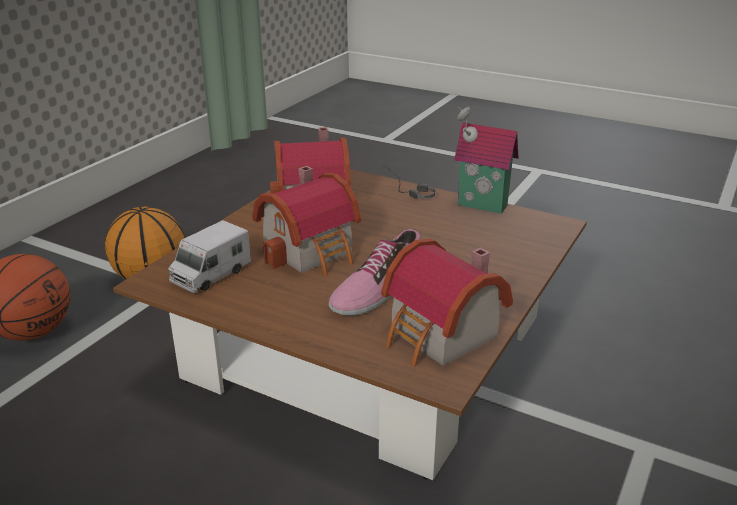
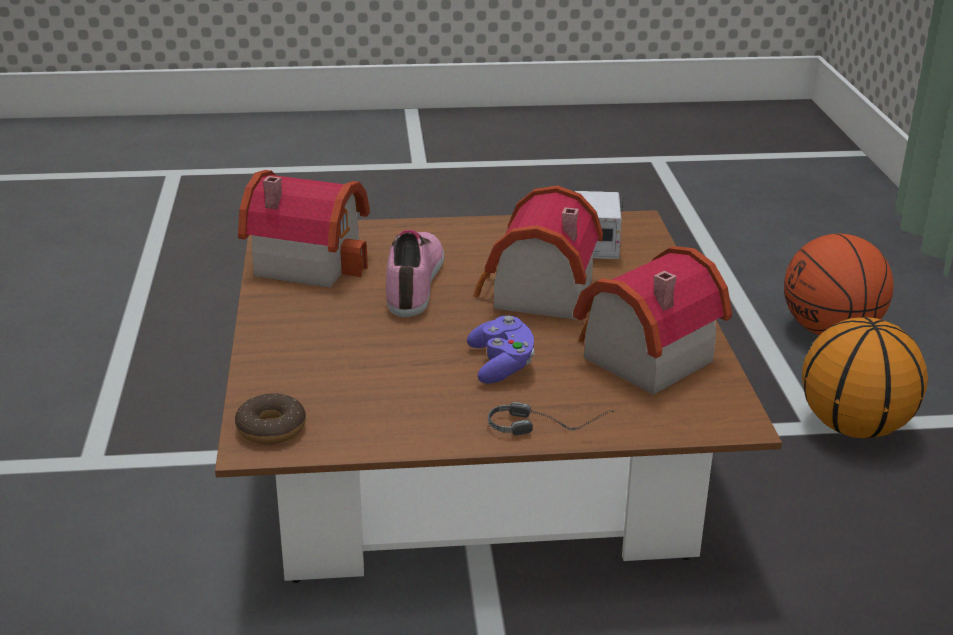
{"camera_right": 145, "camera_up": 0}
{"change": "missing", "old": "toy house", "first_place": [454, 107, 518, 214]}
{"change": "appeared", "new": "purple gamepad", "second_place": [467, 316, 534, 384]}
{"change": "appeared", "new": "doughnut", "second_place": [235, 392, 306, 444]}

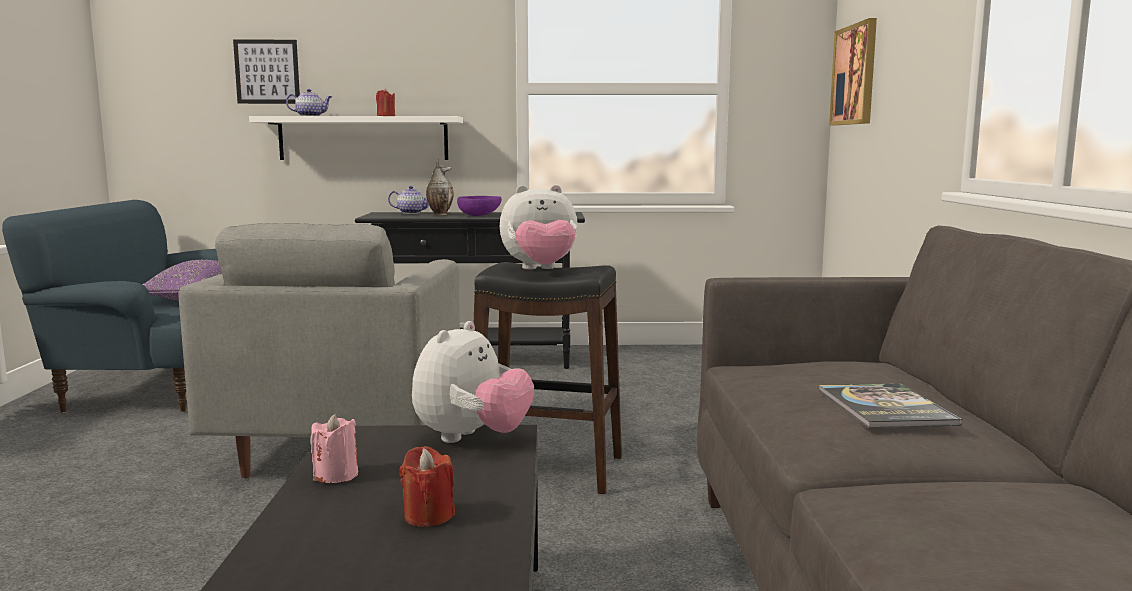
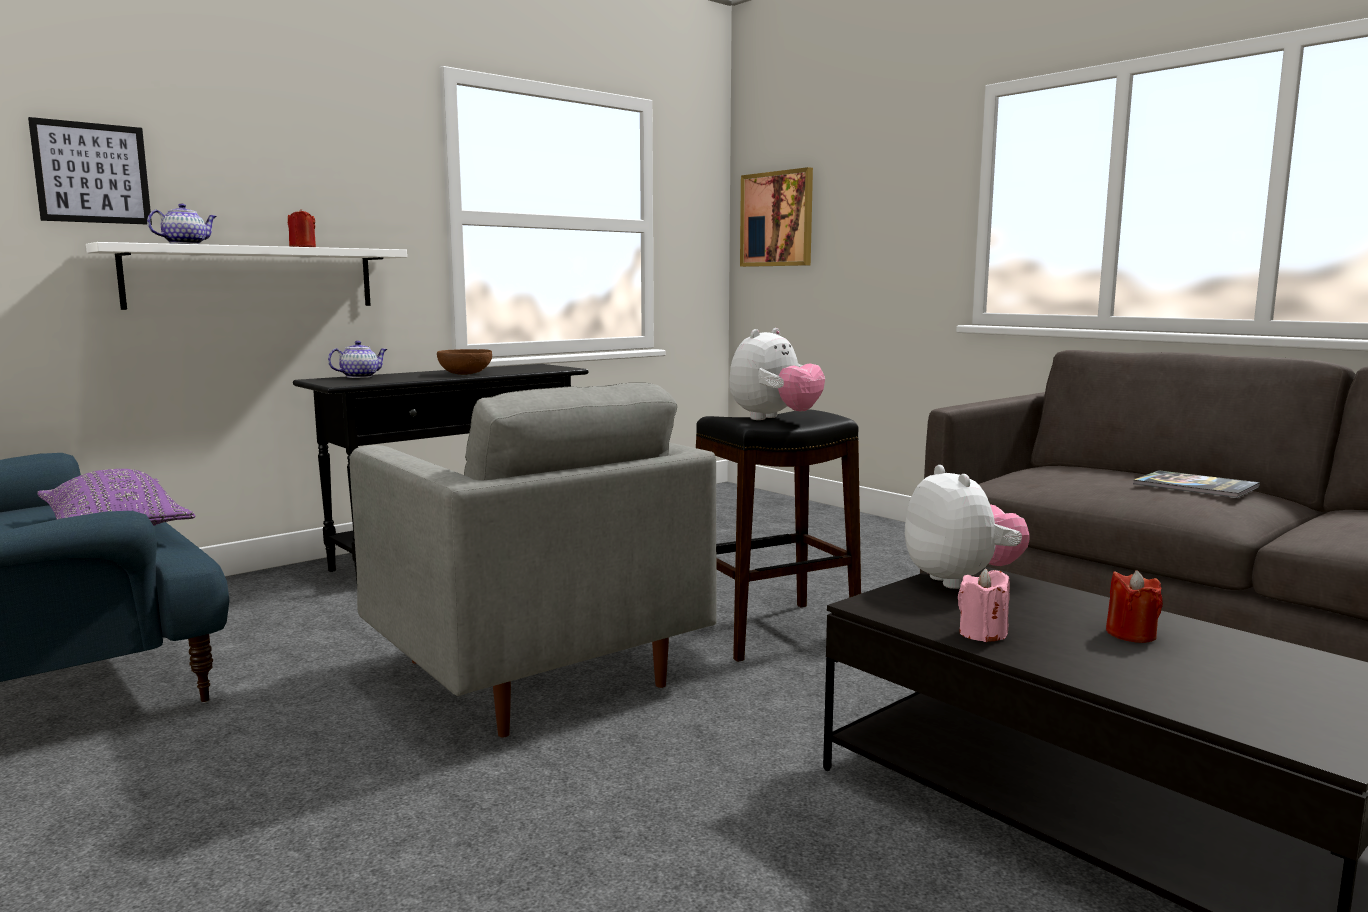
{"camera_right": -40, "camera_up": 0}
{"change": "missing", "old": "flower vase", "first_place": [426, 159, 454, 215]}
{"change": "colour", "old": "purple deep dish", "new": "brownish deep dish", "first_place": [457, 196, 502, 216], "second_place": [437, 349, 492, 375]}

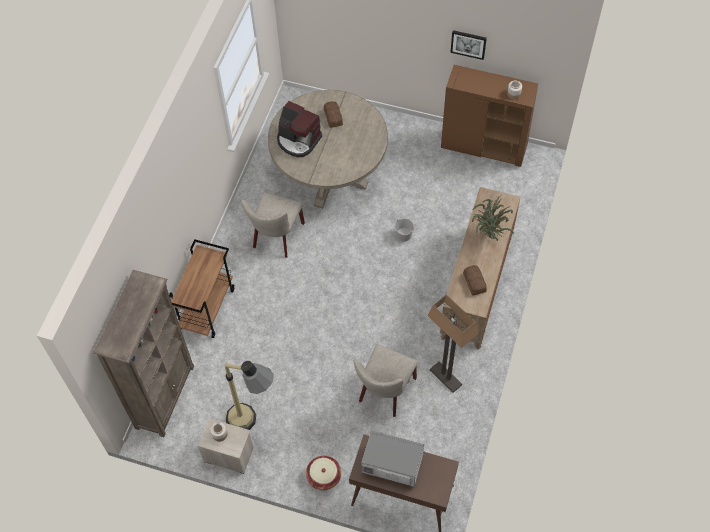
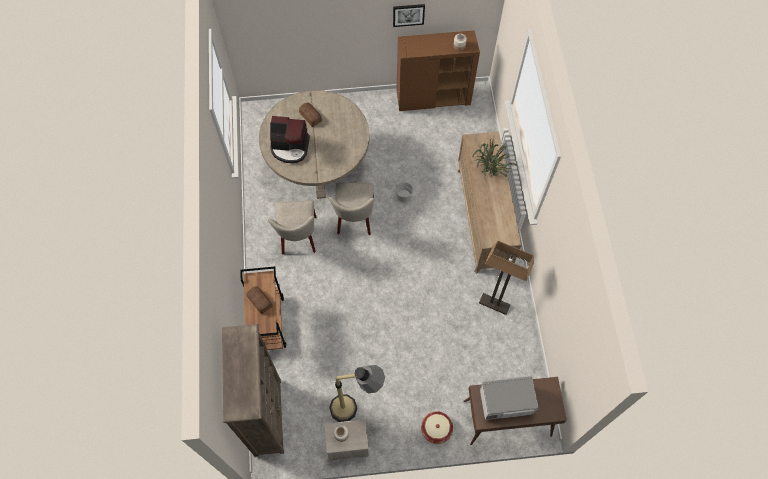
{"camera_right": -25, "camera_up": 5}
{"change": "relocated", "old": "baked bread", "first_place": [463, 265, 487, 296], "second_place": [246, 286, 273, 314]}
{"change": "relocated", "old": "beige-coloured plain chair", "first_place": [354, 344, 418, 417], "second_place": [329, 183, 374, 235]}

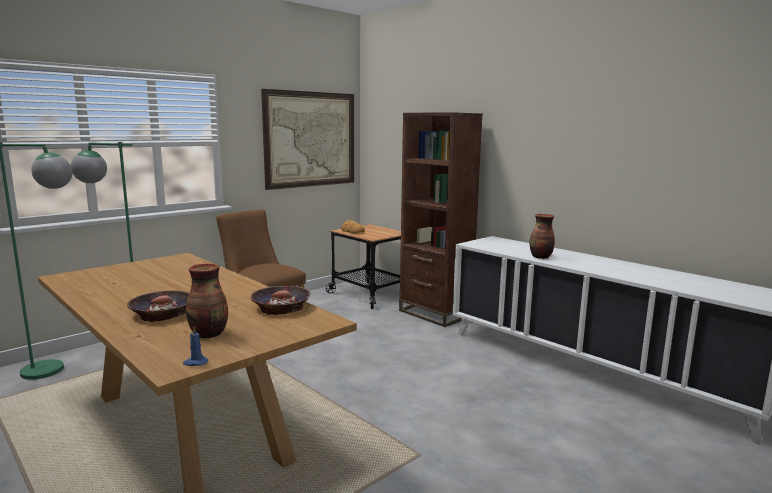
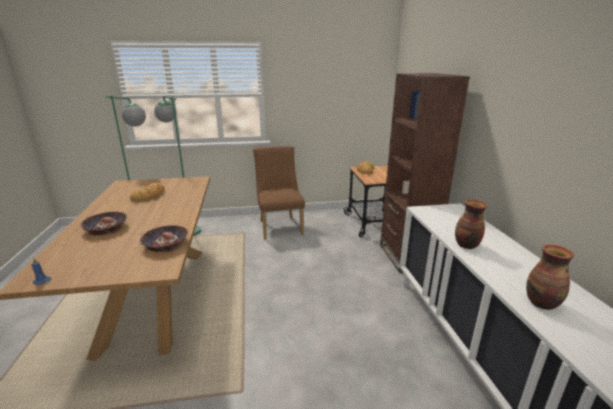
{"camera_right": 35, "camera_up": 10}
{"change": "missing", "old": "wall picture", "first_place": [261, 89, 354, 190]}
{"change": "relocated", "old": "flower vase", "first_place": [186, 263, 228, 338], "second_place": [526, 244, 574, 310]}
{"change": "appeared", "new": "baked bread", "second_place": [130, 183, 165, 201]}

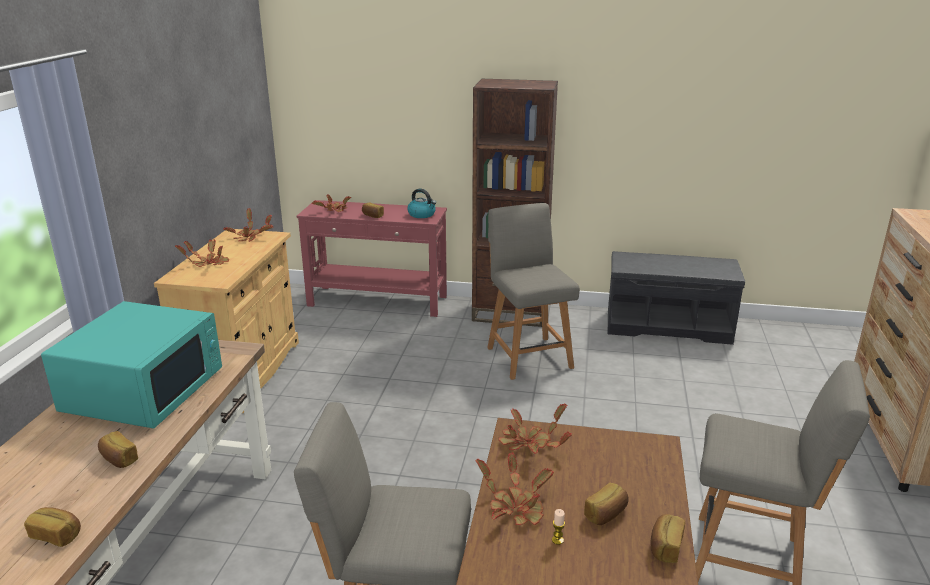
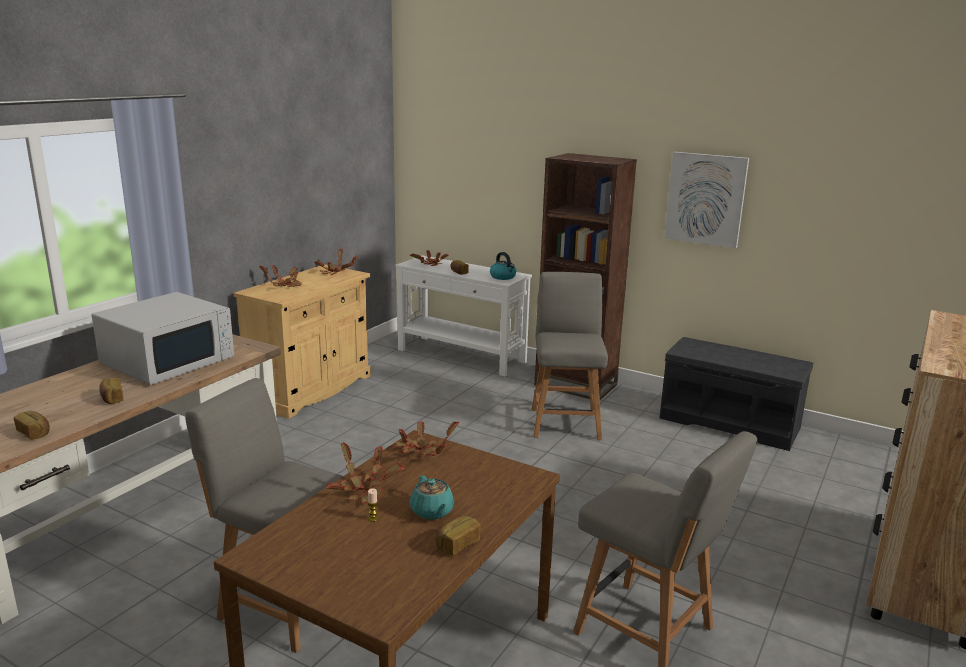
{"camera_right": 20, "camera_up": -5}
{"change": "colour", "old": "reddish narrow table", "new": "whitish narrow table", "first_place": [297, 200, 447, 317], "second_place": [395, 255, 532, 376]}
{"change": "colour", "old": "blue-green kitchen microwave", "new": "whitish kitchen microwave", "first_place": [41, 301, 222, 429], "second_place": [92, 292, 234, 385]}
{"change": "exchanged", "old": "baked bread", "new": "blue-green tea pot", "first_place": [584, 483, 628, 525], "second_place": [410, 476, 454, 520]}
{"change": "appeared", "new": "wall picture", "second_place": [664, 152, 749, 248]}

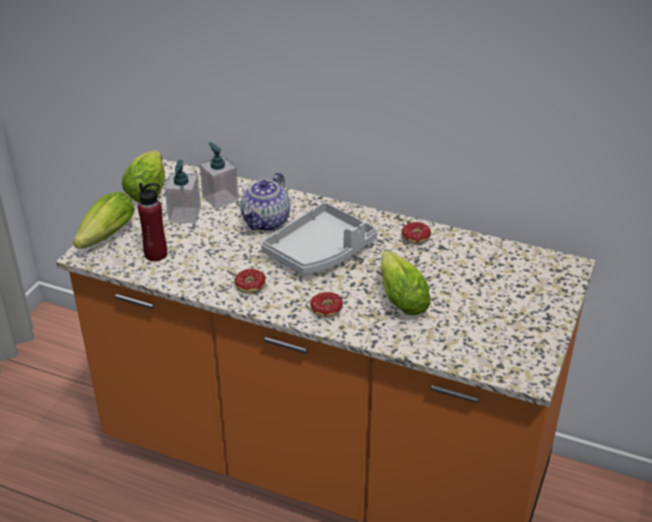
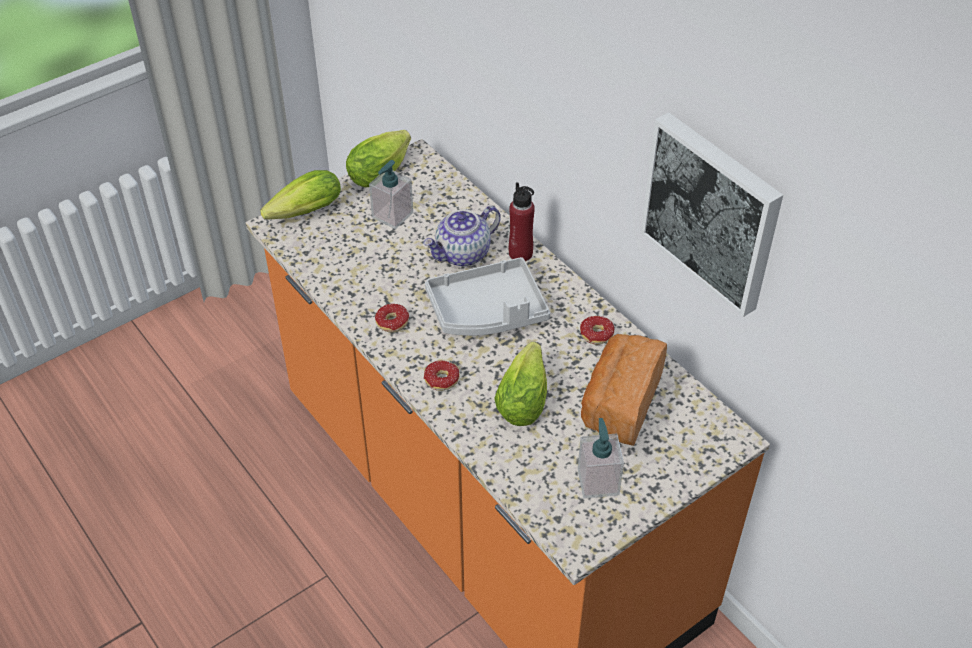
{"camera_right": 30, "camera_up": 10}
{"change": "relocated", "old": "soap dispenser", "first_place": [199, 142, 239, 209], "second_place": [578, 418, 624, 499]}
{"change": "relocated", "old": "reddish beverage bottle", "first_place": [138, 183, 167, 261], "second_place": [509, 182, 535, 261]}
{"change": "appeared", "new": "wall picture", "second_place": [641, 112, 783, 317]}
{"change": "appeared", "new": "baked bread", "second_place": [581, 334, 667, 446]}

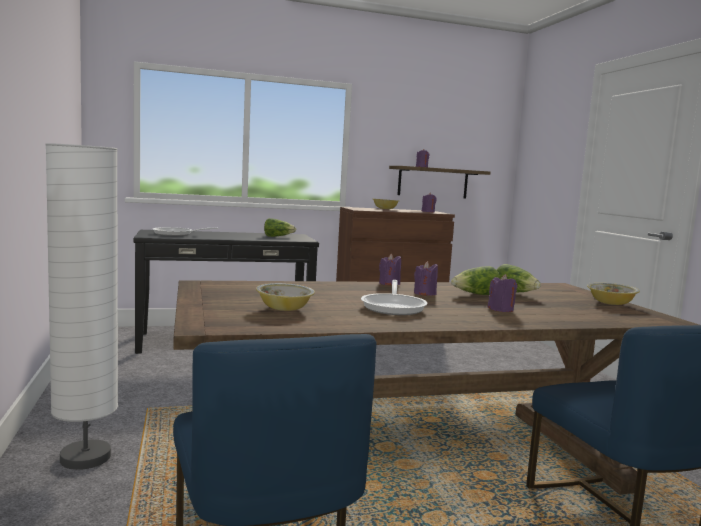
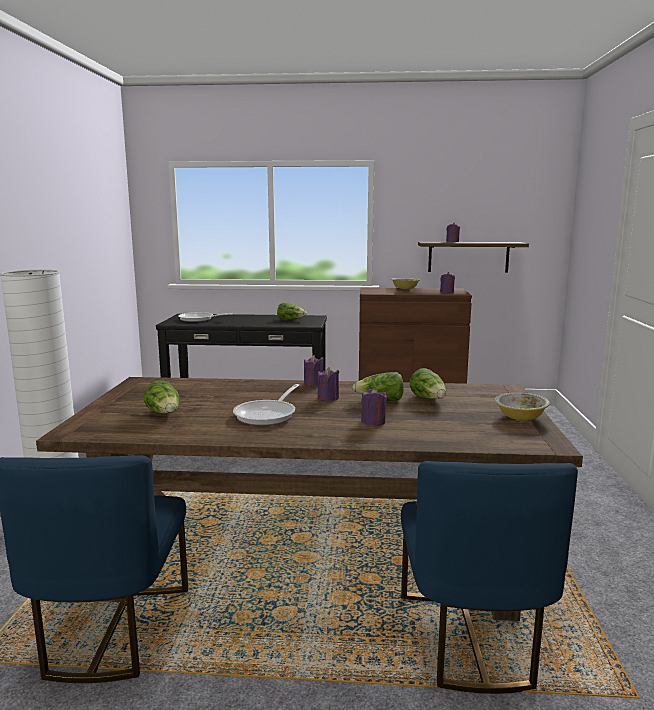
{"camera_right": 20, "camera_up": 5}
{"change": "exchanged", "old": "deep dish", "new": "lettuce head", "first_place": [256, 283, 315, 311], "second_place": [144, 380, 180, 414]}

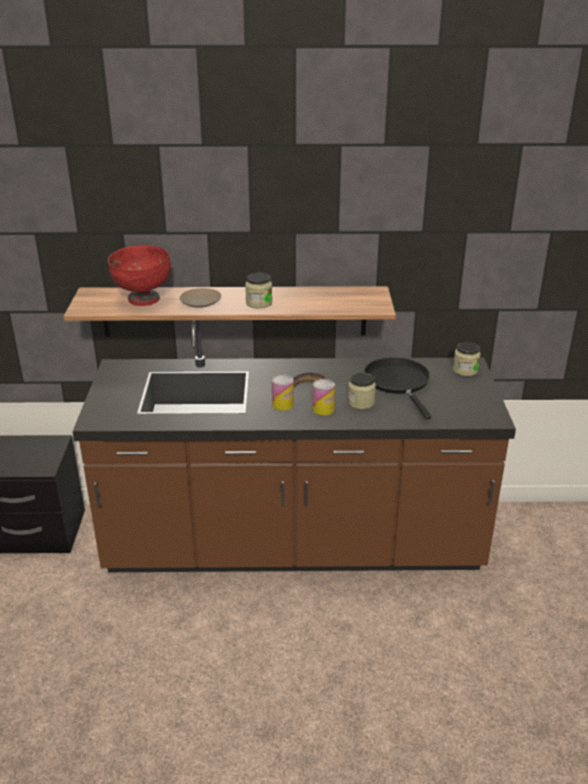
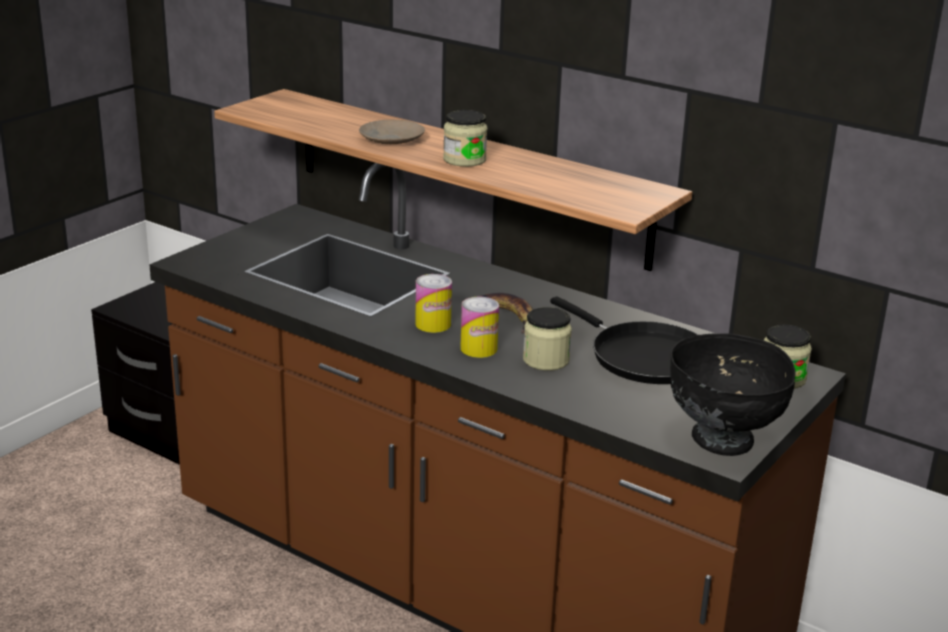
{"camera_right": 35, "camera_up": -5}
{"change": "missing", "old": "reddish deep dish", "first_place": [108, 245, 171, 306]}
{"change": "spun", "old": "black frying pan", "first_place": [364, 357, 431, 419], "second_place": [550, 297, 698, 384], "degrees": 120}
{"change": "appeared", "new": "black deep dish", "second_place": [670, 333, 796, 456]}

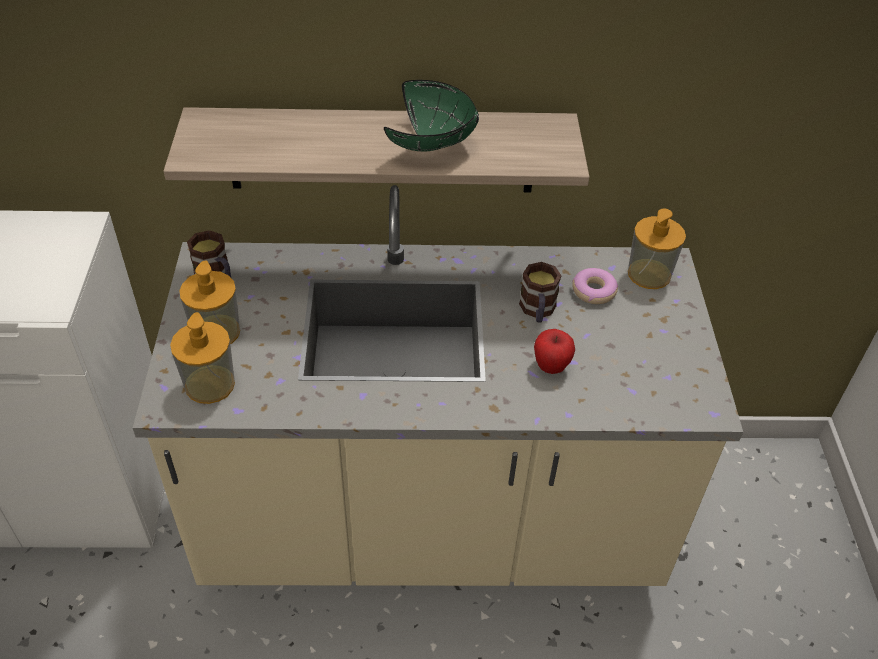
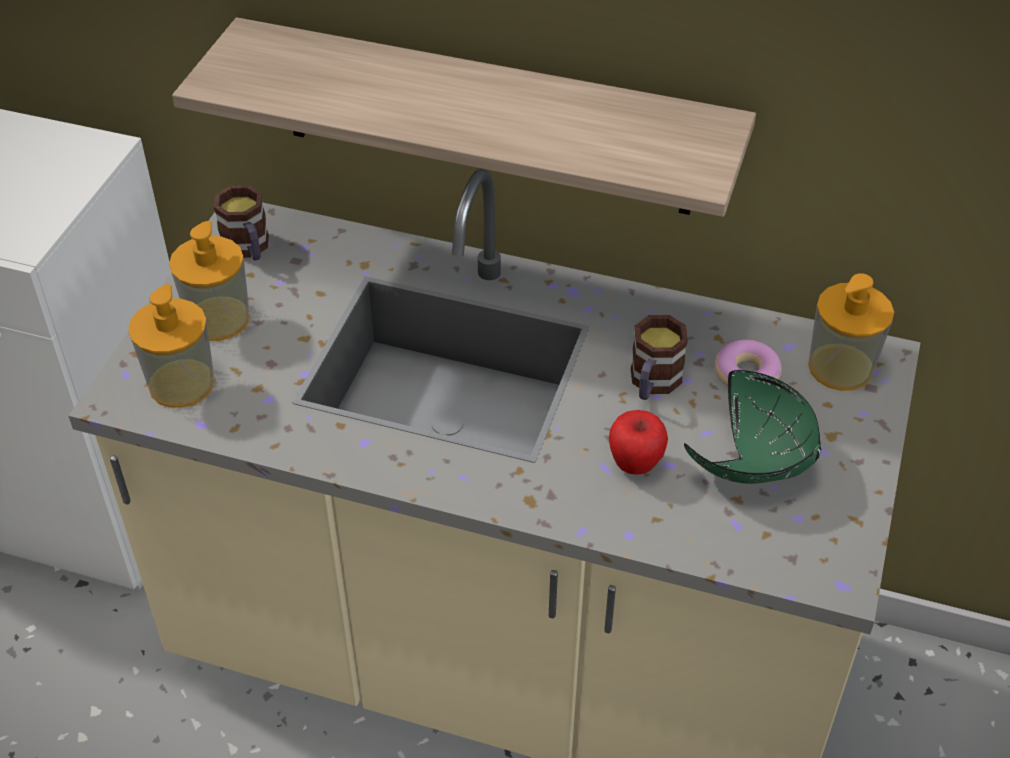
{"camera_right": 20, "camera_up": 0}
{"change": "relocated", "old": "green deep dish", "first_place": [384, 80, 479, 151], "second_place": [684, 370, 821, 484]}

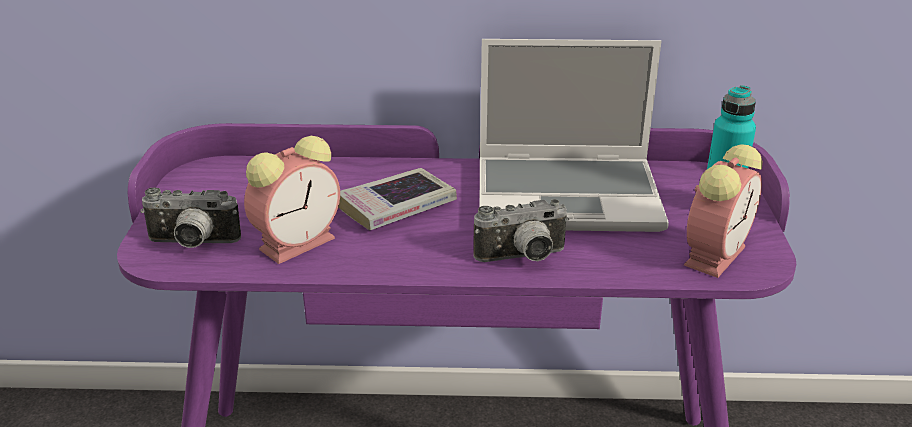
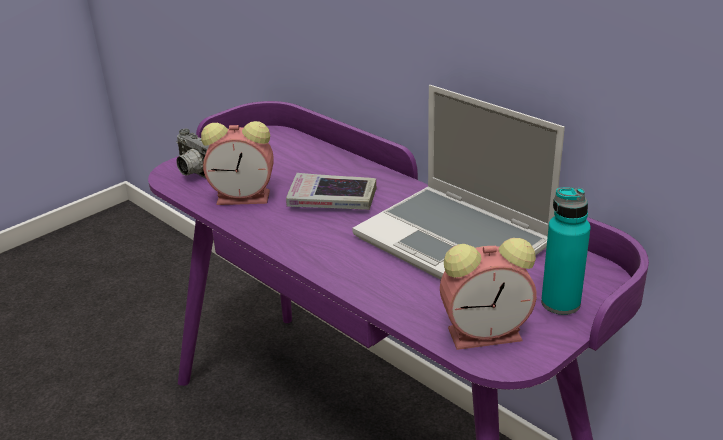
{"camera_right": 45, "camera_up": 0}
{"change": "missing", "old": "photo camera", "first_place": [473, 199, 569, 262]}

